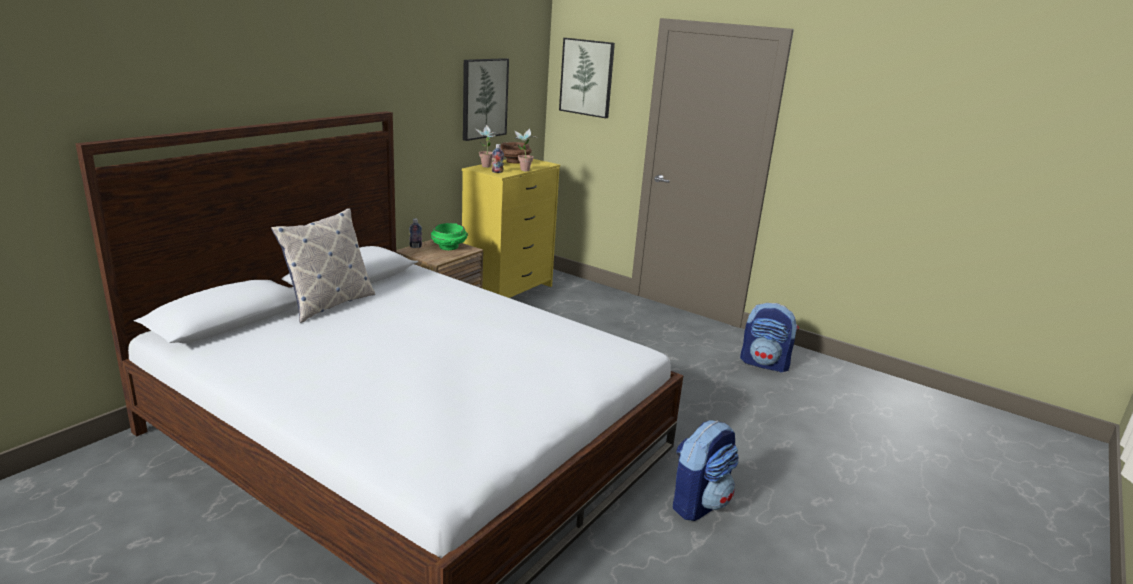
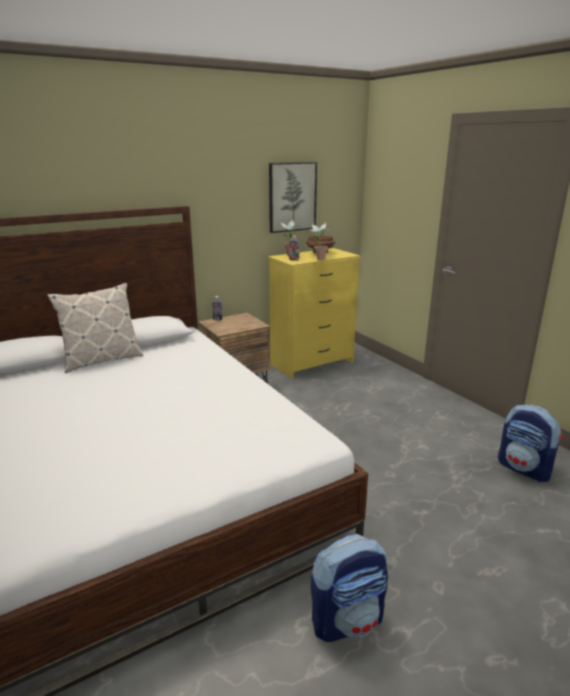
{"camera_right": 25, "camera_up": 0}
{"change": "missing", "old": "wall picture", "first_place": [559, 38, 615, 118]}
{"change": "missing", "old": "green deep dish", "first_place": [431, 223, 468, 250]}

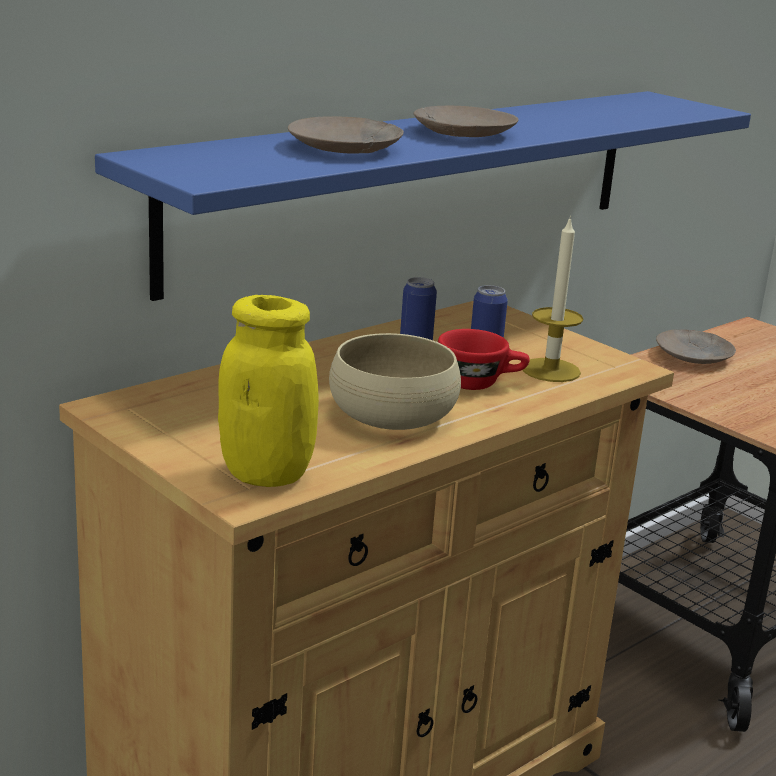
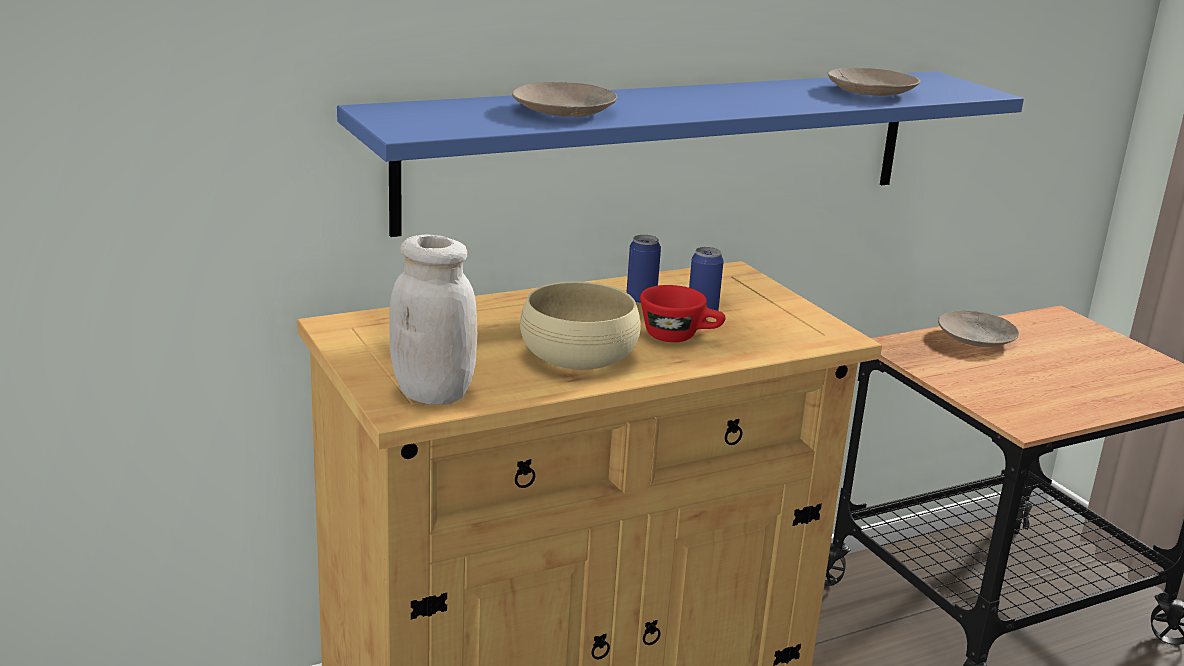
{"camera_right": 15, "camera_up": 0}
{"change": "relocated", "old": "beige-coloured dinner plate", "first_place": [414, 106, 518, 137], "second_place": [827, 68, 920, 96]}
{"change": "missing", "old": "wax light", "first_place": [523, 216, 584, 382]}
{"change": "colour", "old": "yellowish jar", "new": "whitish jar", "first_place": [218, 295, 319, 487], "second_place": [389, 234, 477, 405]}

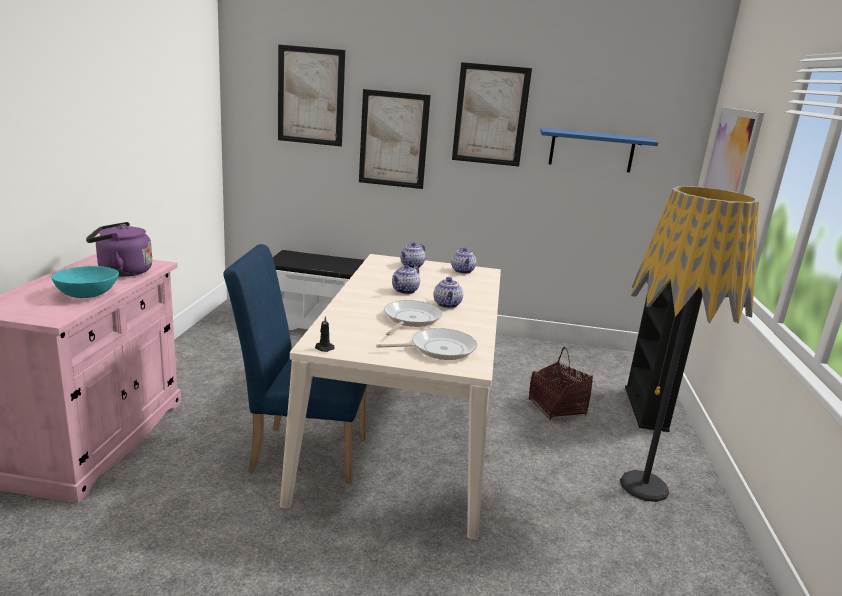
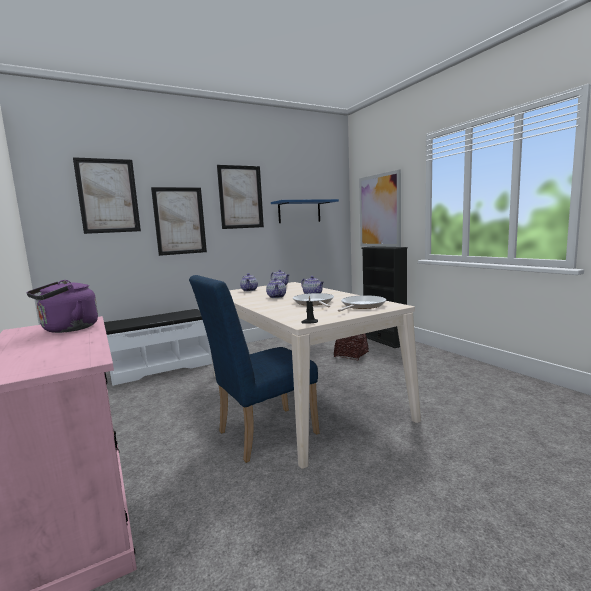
{"camera_right": -35, "camera_up": -10}
{"change": "missing", "old": "standard lamp", "first_place": [620, 186, 759, 502]}
{"change": "missing", "old": "blue-green deep dish", "first_place": [51, 266, 119, 298]}

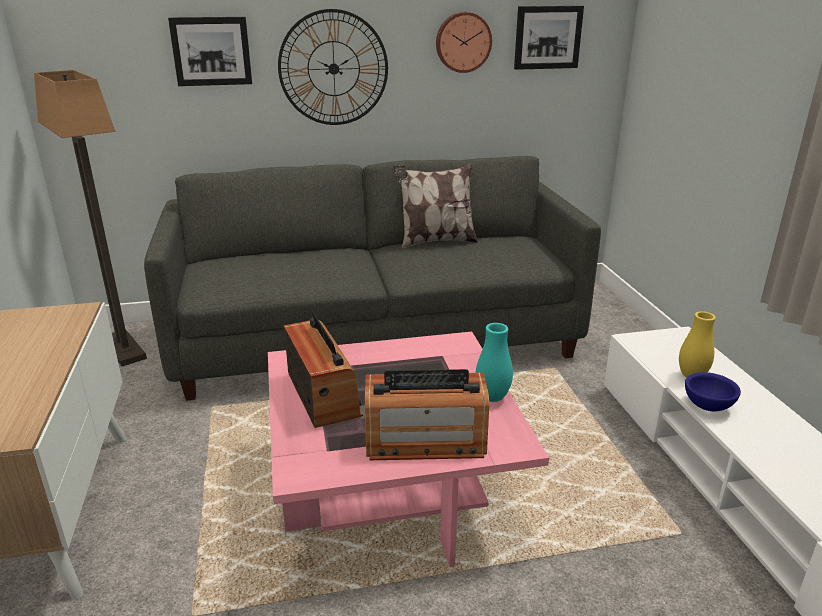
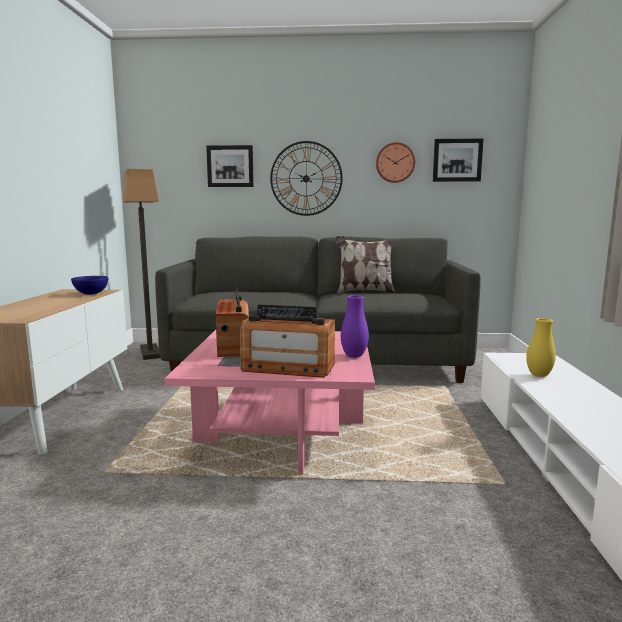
{"camera_right": 15, "camera_up": -15}
{"change": "colour", "old": "blue-green flower vase", "new": "purple flower vase", "first_place": [476, 323, 513, 402], "second_place": [341, 295, 369, 358]}
{"change": "relocated", "old": "blue-coloured deep dish", "first_place": [685, 372, 741, 411], "second_place": [71, 276, 108, 295]}

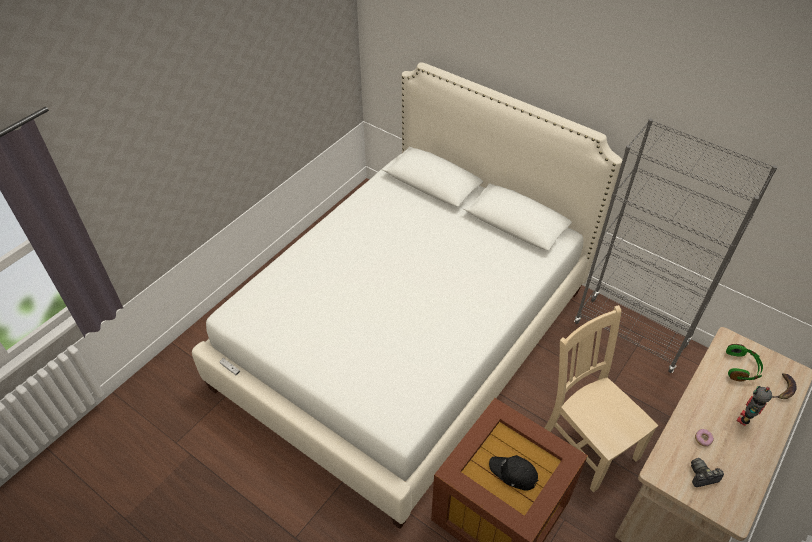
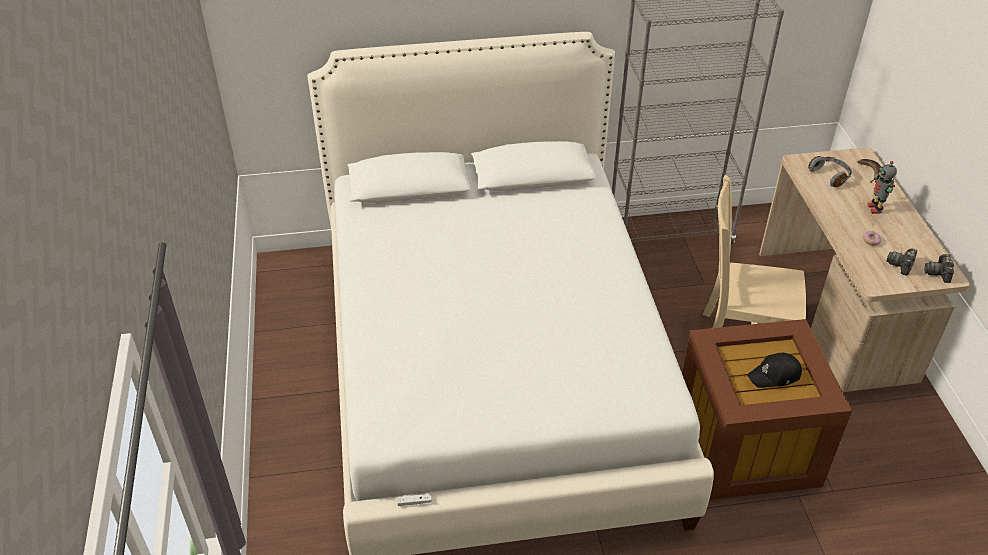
{"camera_right": -45, "camera_up": -5}
{"change": "colour", "old": "green pair of headphones", "new": "greyish pair of headphones", "first_place": [726, 344, 763, 381], "second_place": [808, 156, 852, 187]}
{"change": "appeared", "new": "photo camera", "second_place": [924, 254, 954, 283]}

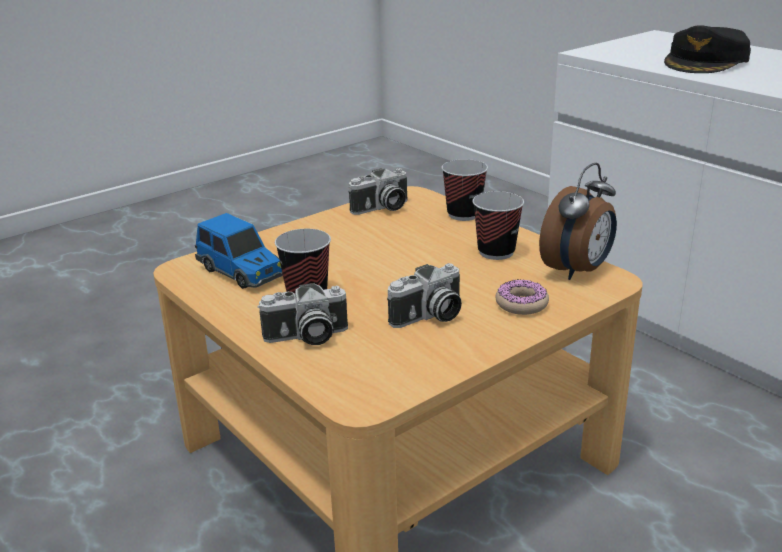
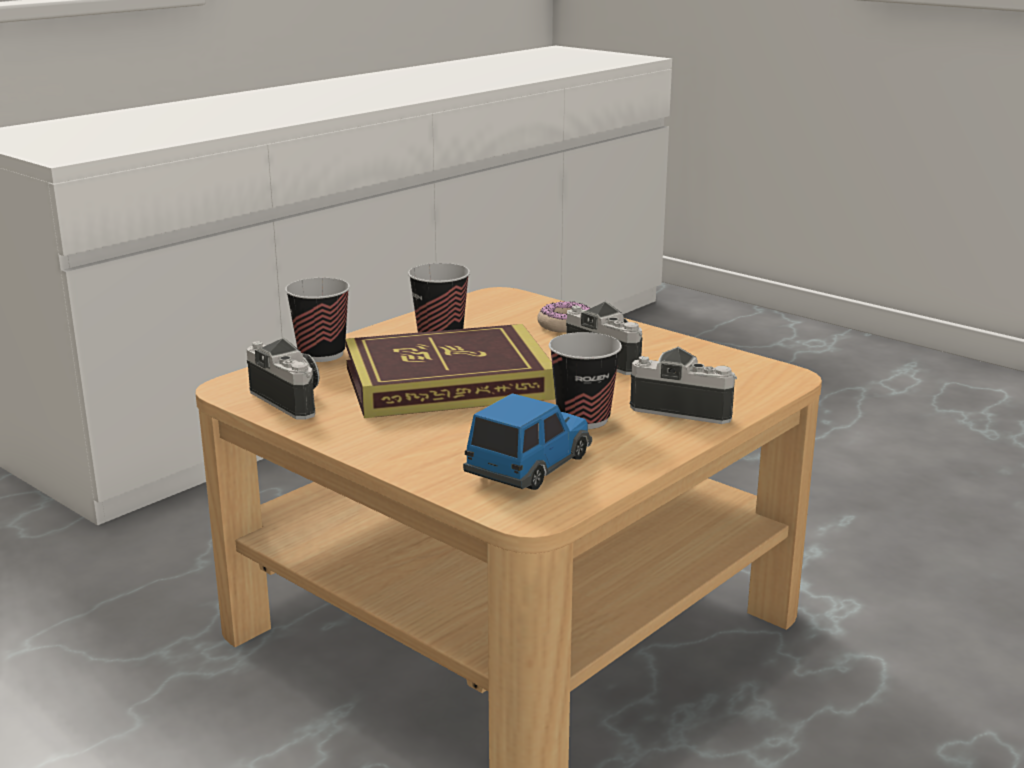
{"camera_right": -100, "camera_up": -5}
{"change": "missing", "old": "black peaked cap", "first_place": [664, 25, 751, 73]}
{"change": "missing", "old": "table clock", "first_place": [539, 163, 617, 280]}
{"change": "spun", "old": "photo camera", "first_place": [257, 283, 348, 345], "second_place": [630, 347, 737, 424], "degrees": -45}
{"change": "appeared", "new": "volume", "second_place": [345, 324, 556, 418]}

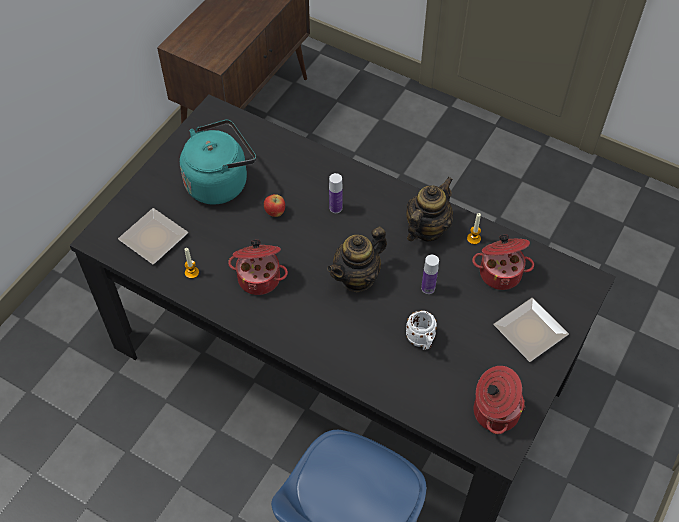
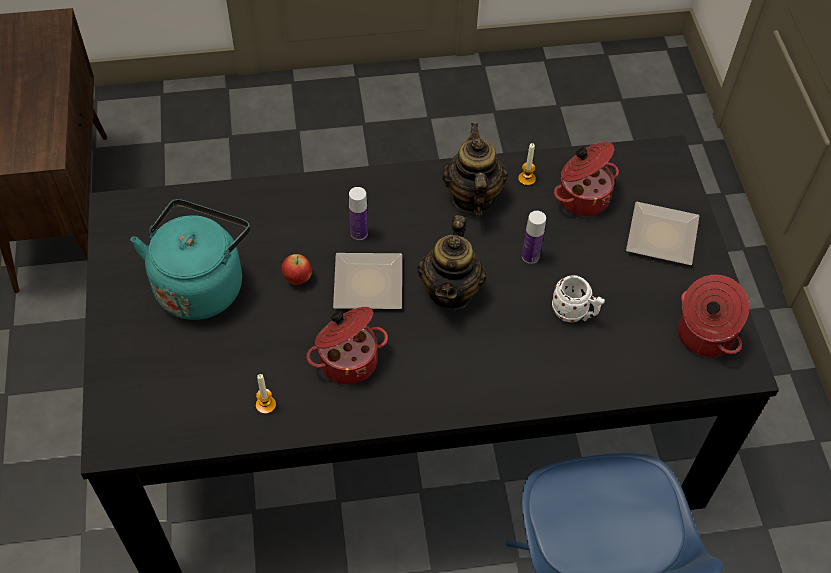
{"camera_right": -40, "camera_up": 0}
{"change": "relocated", "old": "dinner plate", "first_place": [118, 208, 188, 264], "second_place": [333, 253, 402, 309]}

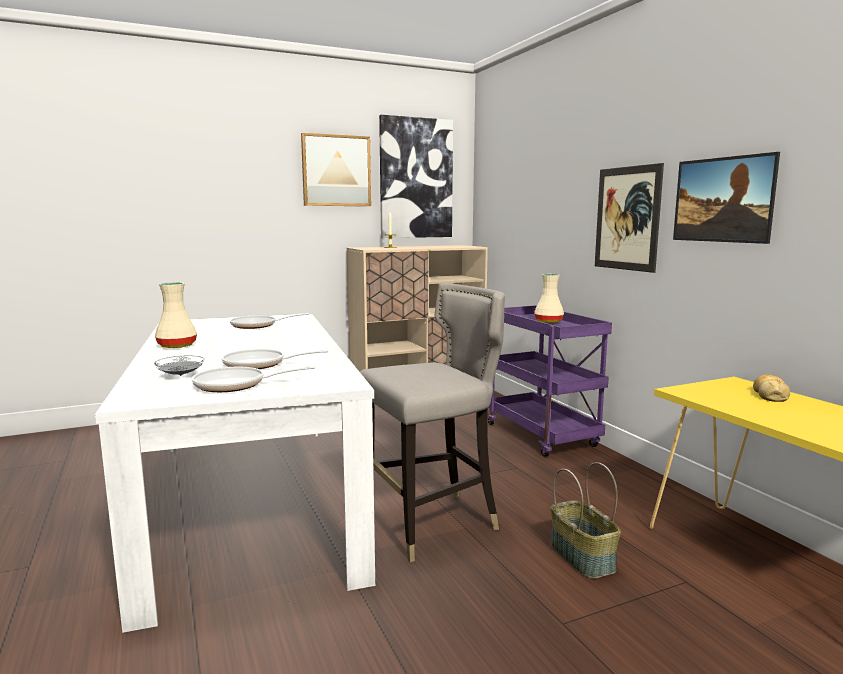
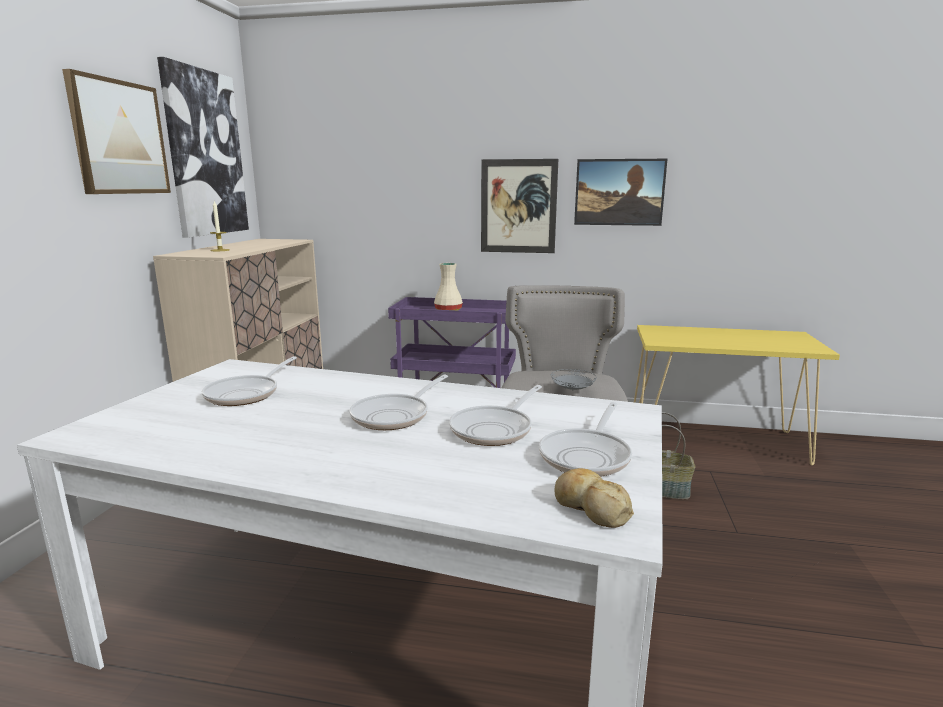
{"camera_right": -55, "camera_up": 5}
{"change": "missing", "old": "beige-coloured flower vase", "first_place": [155, 282, 197, 348]}
{"change": "relocated", "old": "greyish dinner plate", "first_place": [154, 356, 204, 376], "second_place": [551, 369, 597, 390]}
{"change": "relocated", "old": "baked bread", "first_place": [753, 375, 790, 402], "second_place": [555, 468, 634, 528]}
{"change": "appeared", "new": "frying pan", "second_place": [349, 375, 448, 430]}

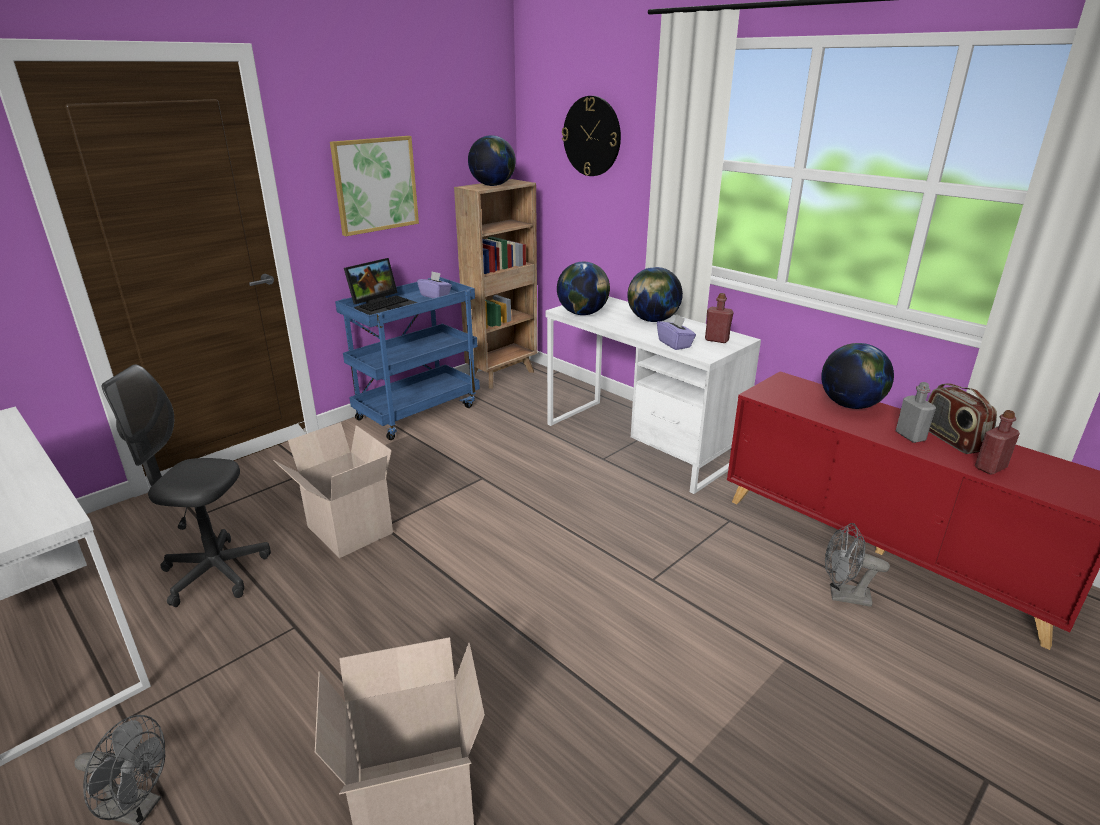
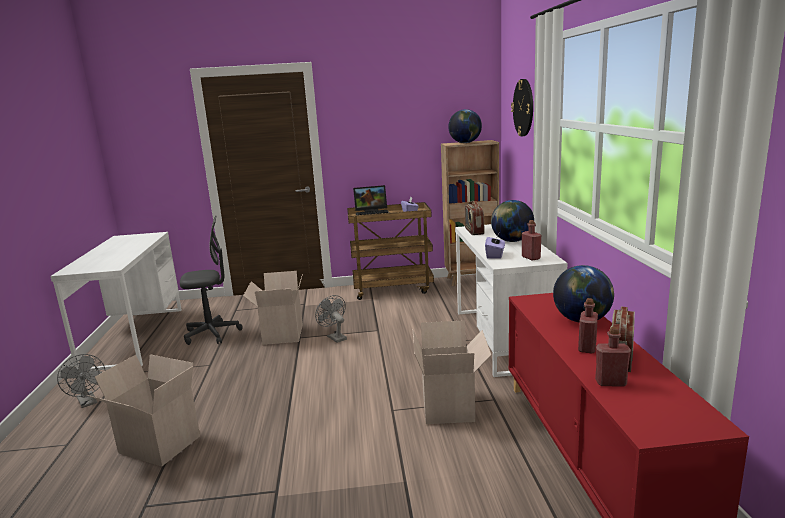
{"camera_right": 40, "camera_up": -10}
{"change": "missing", "old": "wall picture", "first_place": [330, 136, 419, 236]}
{"change": "exchanged", "old": "globe", "new": "radio receiver", "first_place": [557, 262, 610, 315], "second_place": [465, 201, 484, 235]}
{"change": "colour", "old": "blue-coloured wheeled cart", "new": "brownish wheeled cart", "first_place": [335, 277, 480, 440], "second_place": [347, 202, 434, 300]}
{"change": "spun", "old": "greyish computer chair", "first_place": [102, 365, 271, 607], "second_place": [180, 216, 242, 345], "degrees": 120}
{"change": "colour", "old": "greyish beverage bottle", "new": "reddish beverage bottle", "first_place": [896, 382, 936, 443], "second_place": [578, 298, 598, 353]}
{"change": "relocated", "old": "greyish electric fan", "first_place": [825, 523, 890, 607], "second_place": [315, 295, 347, 343]}
{"change": "appeared", "new": "cardboard box", "second_place": [413, 320, 491, 424]}

